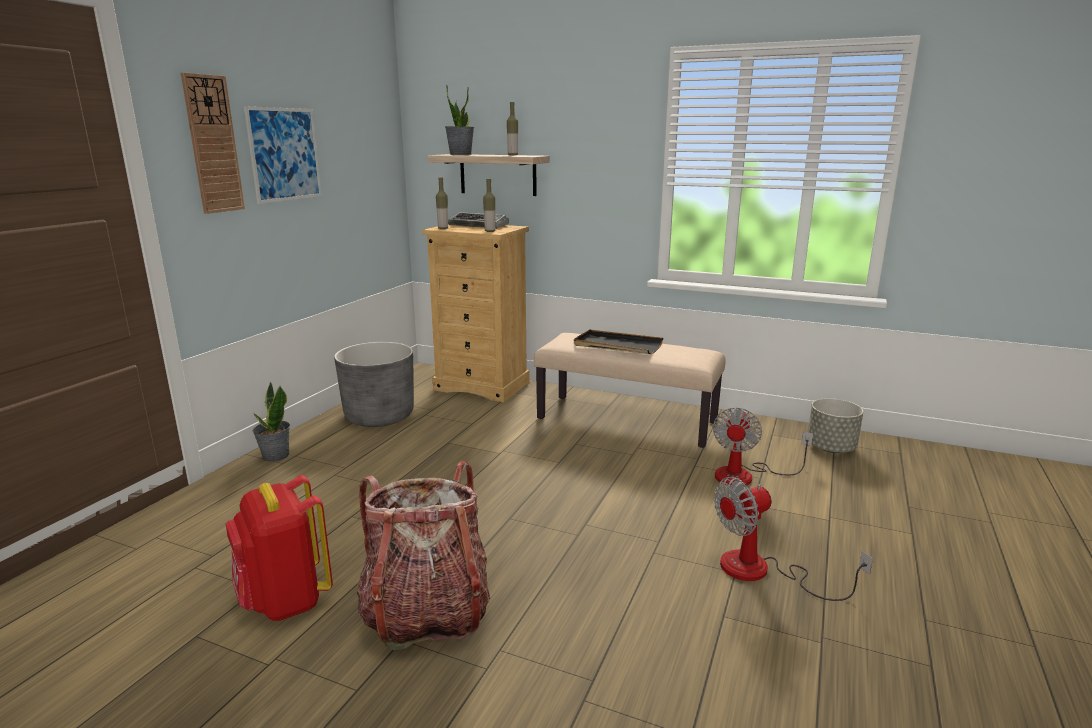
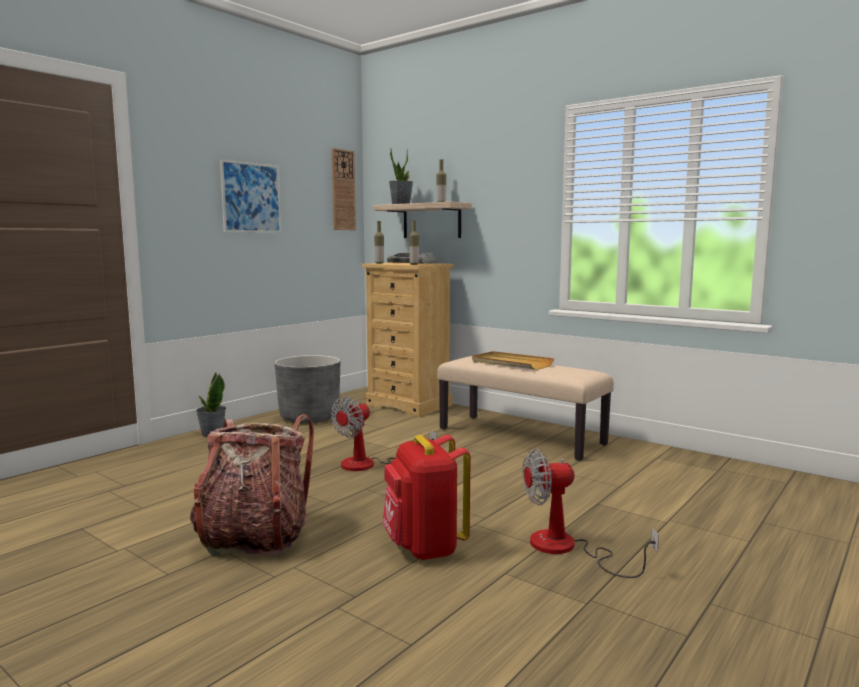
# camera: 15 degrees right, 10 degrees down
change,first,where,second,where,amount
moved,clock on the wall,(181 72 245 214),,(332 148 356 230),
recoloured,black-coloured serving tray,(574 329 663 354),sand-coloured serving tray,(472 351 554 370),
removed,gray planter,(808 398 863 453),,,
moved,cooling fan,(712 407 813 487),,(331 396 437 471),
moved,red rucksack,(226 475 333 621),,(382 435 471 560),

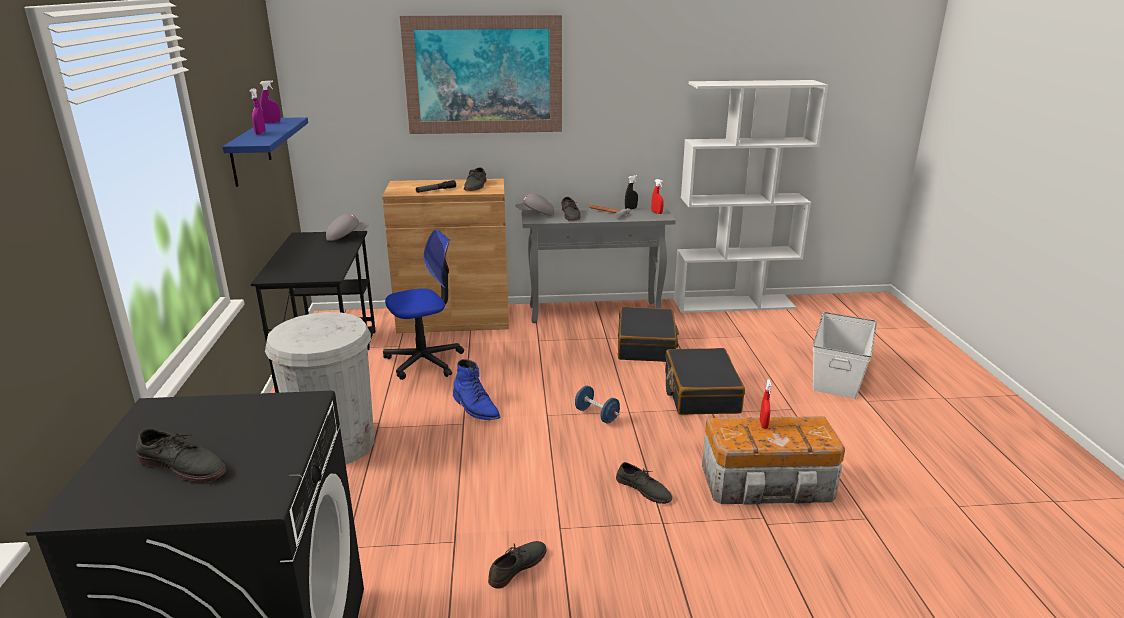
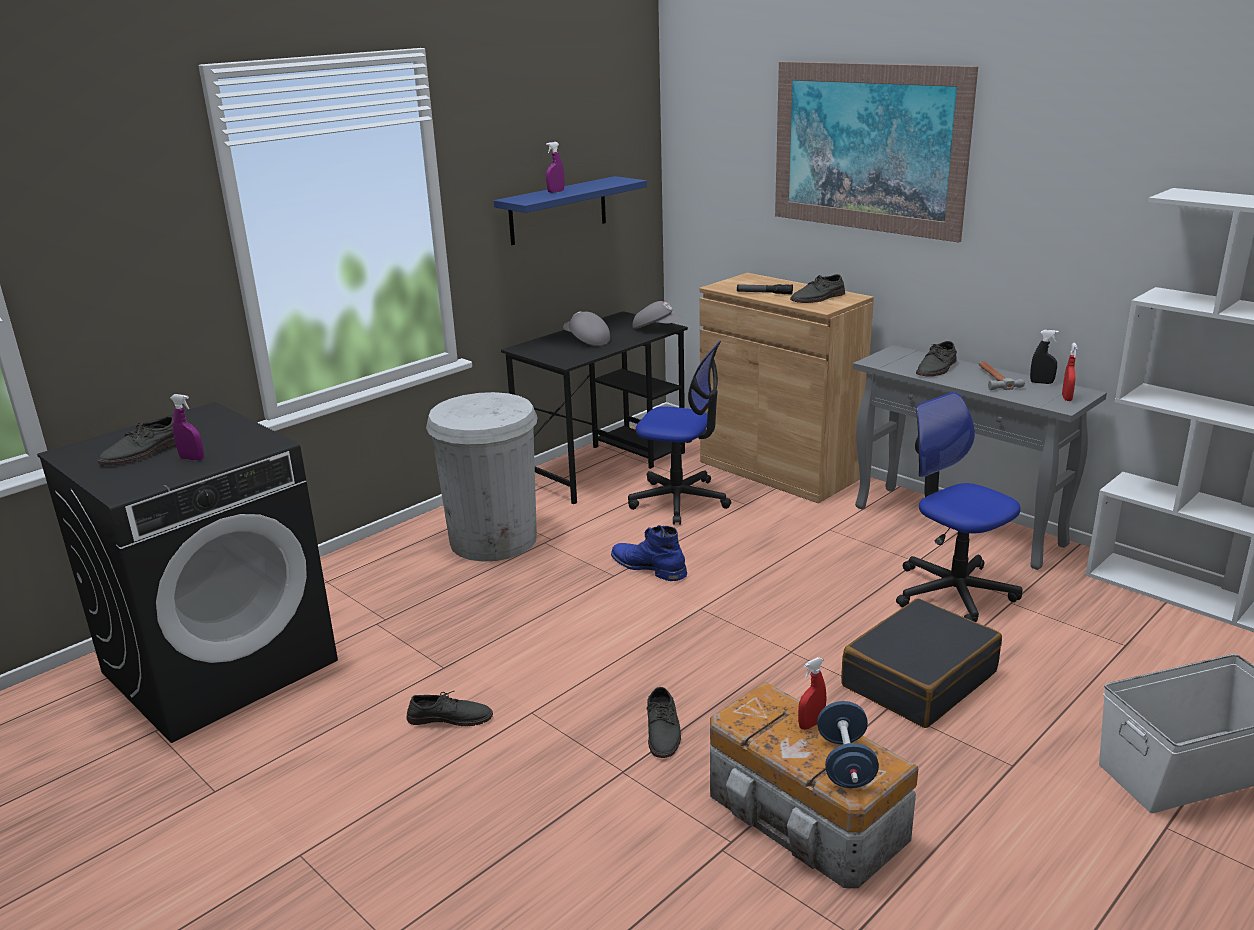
# camera: 50 degrees right, 0 degrees up
change,first,where,second,where,amount
moved,purple-coloured spray bottle,(260 80 281 124),,(170 394 204 461),
moved,gray baseball cap,(515 194 554 216),,(563 311 610 346),
replaced,black-coloured travel case,(618 307 679 362),computer chair,(896 392 1023 622),
turned,blue boot,(453 359 500 420),,(611 525 687 581),120 degrees clockwise
moved,blue hand weight,(575 386 620 424),,(817 701 879 788),
turned,gray item of footwear,(136 429 226 483),,(98 416 176 465),60 degrees clockwise

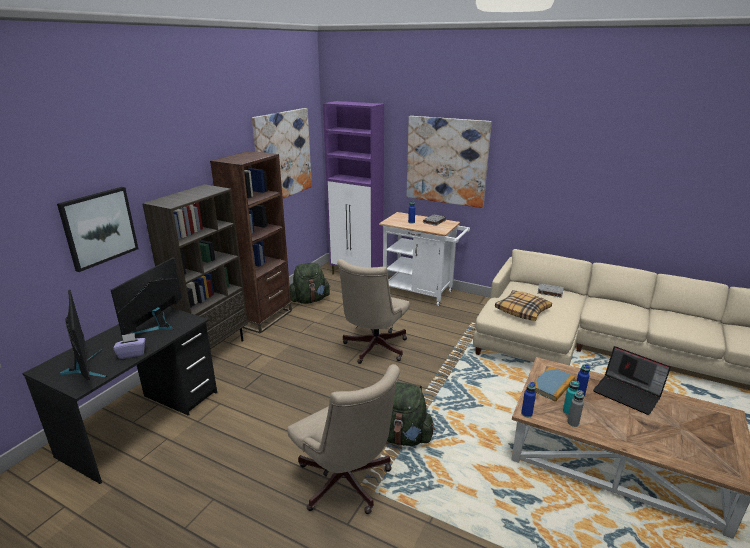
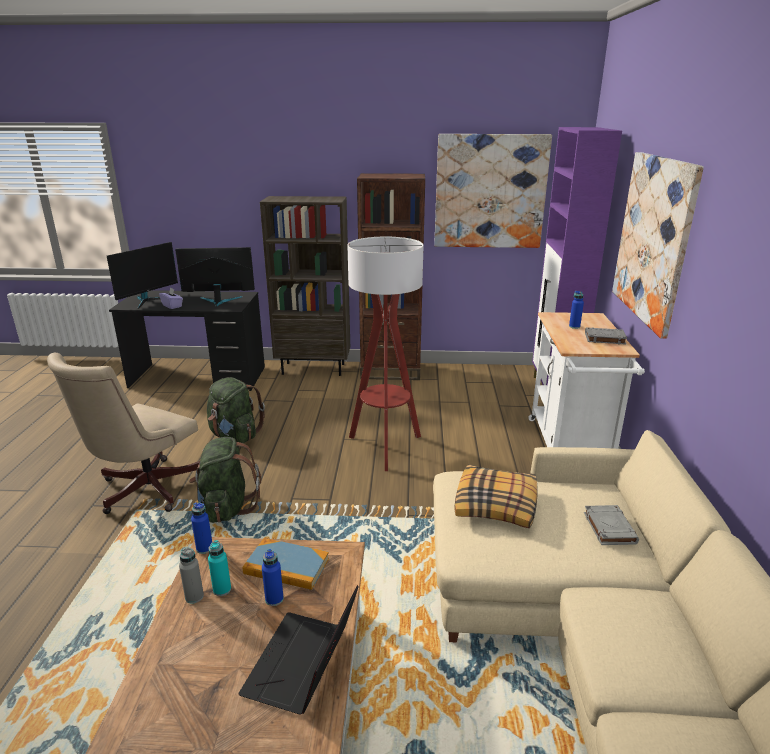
# camera: 65 degrees right, 0 degrees up
change,first,where,second,where,amount
removed,wall picture,(57 187 138 272),,,
replaced,sand-coloured computer chair,(337 259 410 364),floor lamp,(347 237 424 471),
moved,green rucksack,(290 263 330 304),,(207 377 265 443),

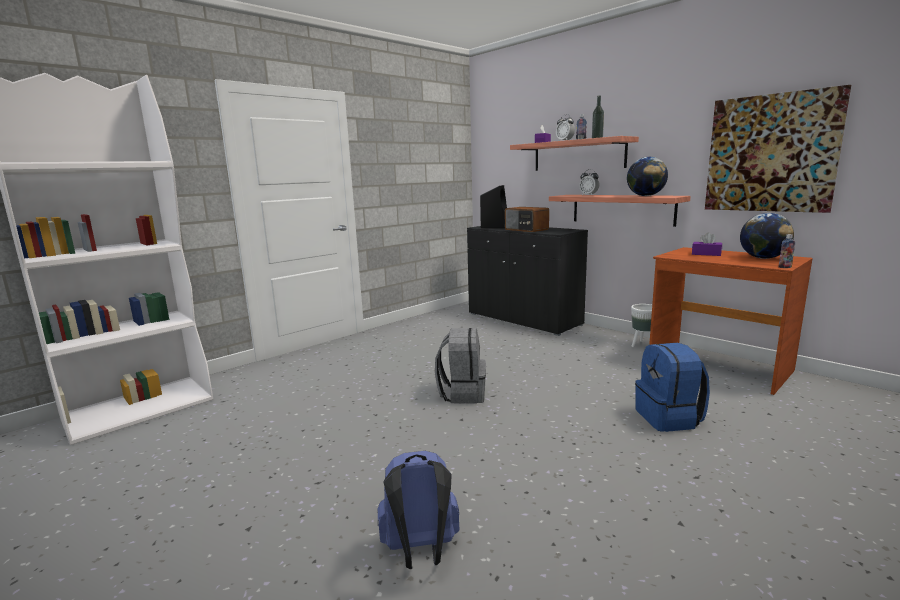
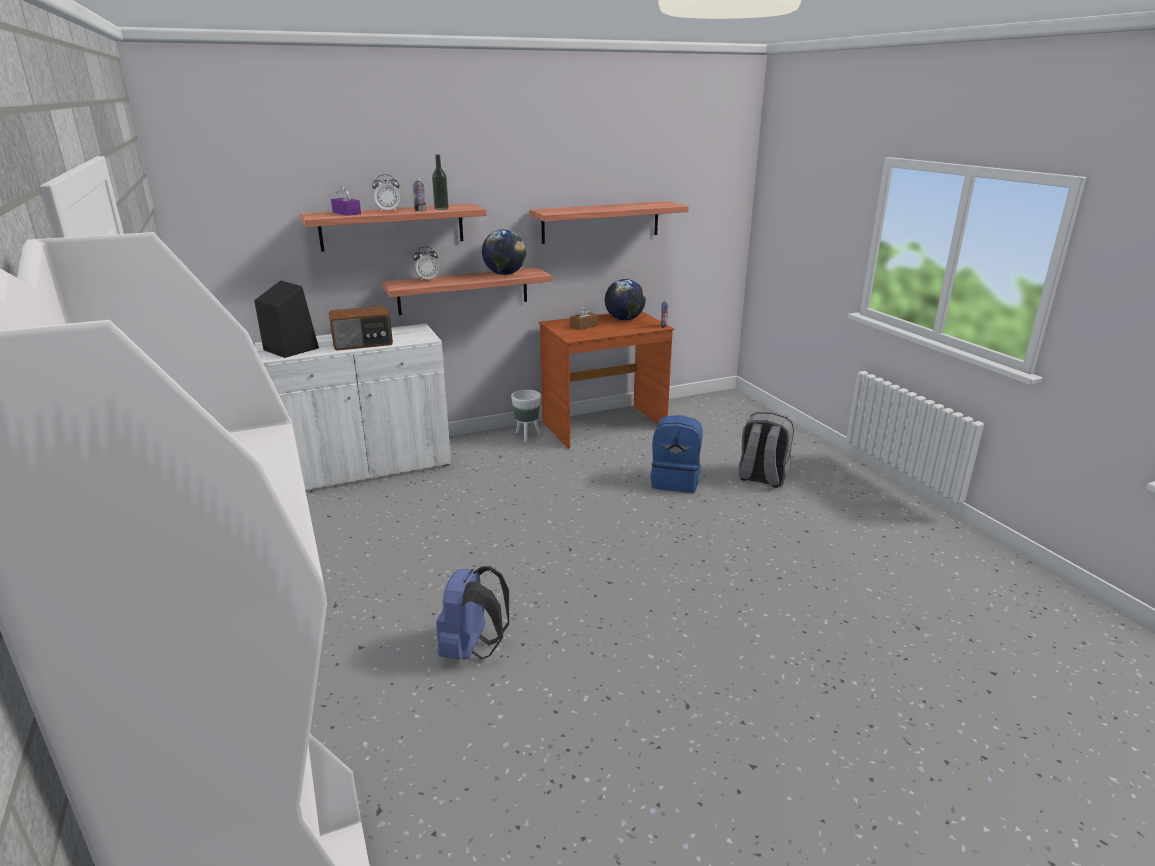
# camera: 70 degrees left, 10 degrees up
change,first,where,second,where,amount
replaced,wall picture,(705 85 851 213),bracket shelf,(529 201 689 244),
recoloured,black-coloured cabinet,(467 226 588 336),white cabinet,(255 323 451 490),
recoloured,purple-coloured tissue holder,(692 232 722 256),brown tissue holder,(570 305 598 330),
moved,gray rucksack,(435 328 486 403),,(738 411 794 488),
moved,blue rucksack,(378 451 459 569),,(436 566 509 660),

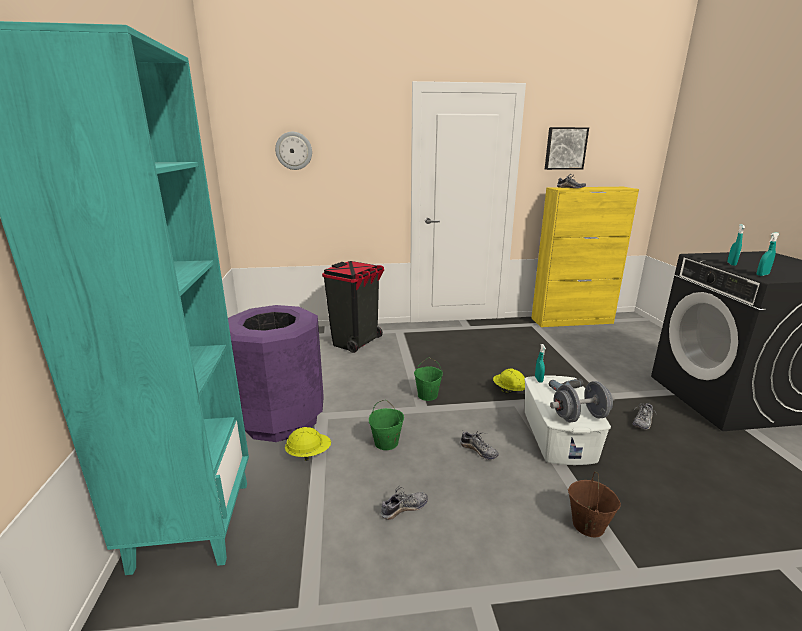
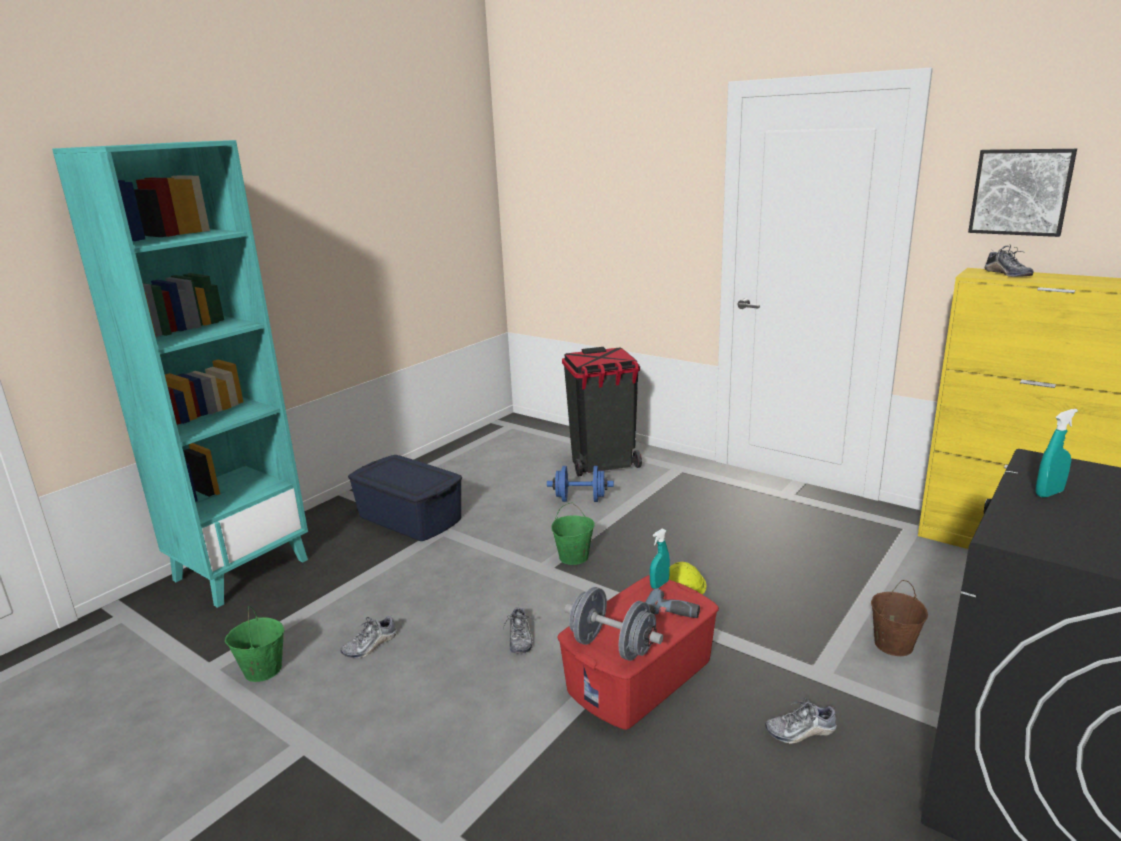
# camera: 45 degrees right, 0 degrees up
change,first,where,second,where,amount
removed,clock on the wall,(275 132 312 170),,,
removed,turquoise spray bottle,(757 232 779 276),,,
replaced,purple-coloured waste bin,(228 305 324 442),blue storage container,(348 455 462 541),
recoloured,white storage container,(524 375 611 465),red storage container,(557 575 719 730),
moved,green pail,(369 400 404 450),,(225 606 284 682),
removed,yellowish hard hat,(285 427 331 461),,,
moved,brown pail,(568 472 621 537),,(871 580 928 656),
turned,item of footwear,(381 485 428 520),,(340 615 397 658),120 degrees clockwise
added,,,blue hand weight,(547 466 614 502),

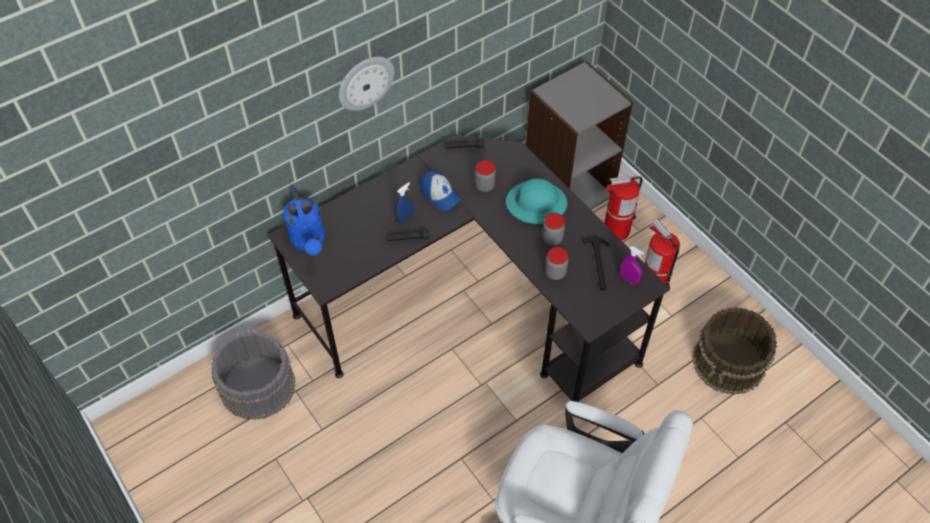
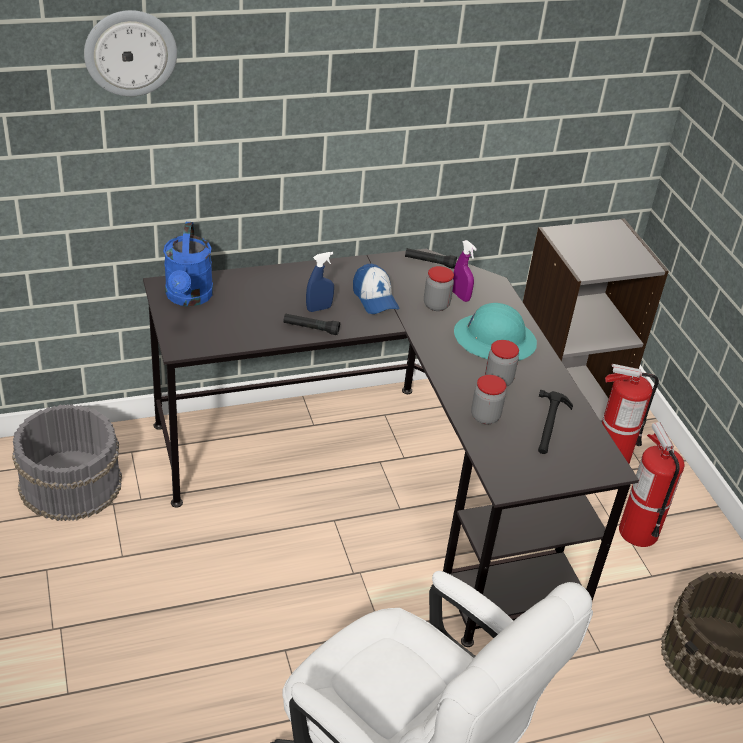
# camera: 15 degrees right, 15 degrees down
change,first,where,second,where,amount
moved,clock on the wall,(339 56 395 111),,(84 10 177 97),
moved,purple-coloured spray bottle,(620 246 645 285),,(452 240 477 302),

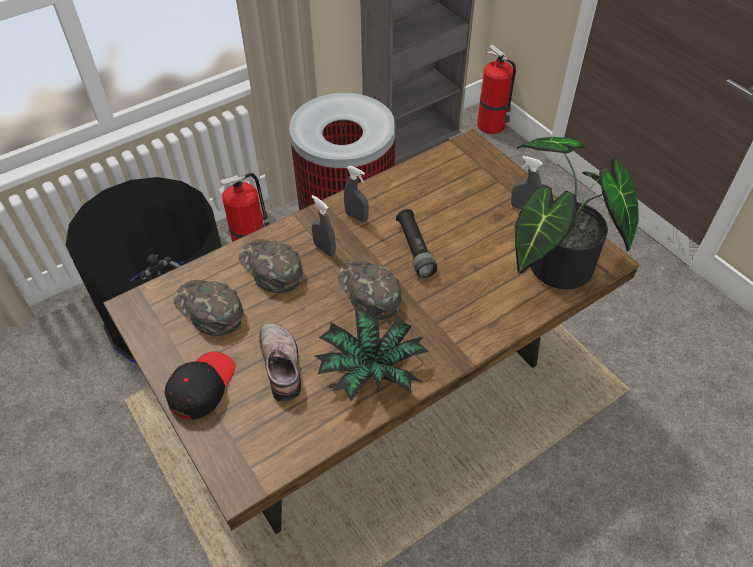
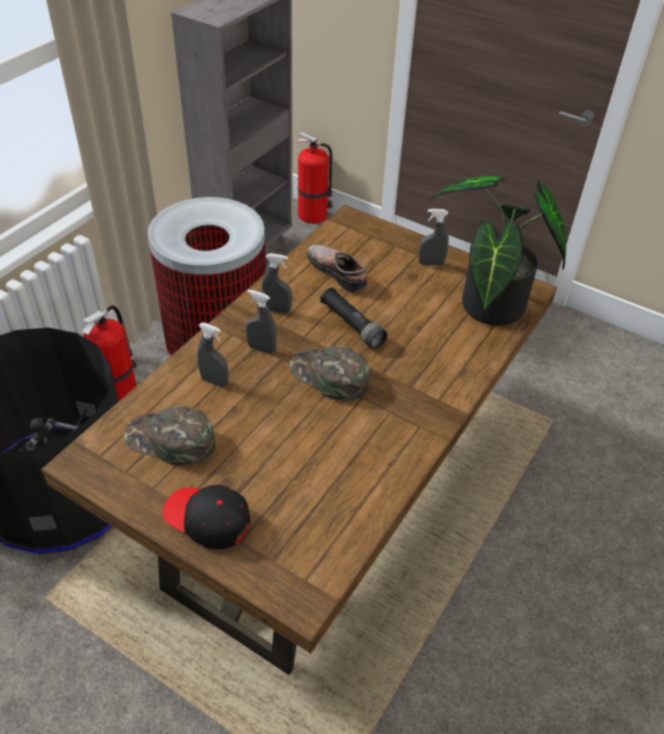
# camera: 25 degrees left, 5 degrees down
change,first,where,second,where,amount
replaced,green baseball cap,(239 239 303 293),gray spray bottle,(197 323 229 387),
removed,plant in a pot,(315 306 429 401),,,
moved,item of footwear,(259 323 301 402),,(307 244 367 292),
turned,black-coloured baseball cap,(165 352 235 420),,(162 485 251 550),60 degrees counterclockwise

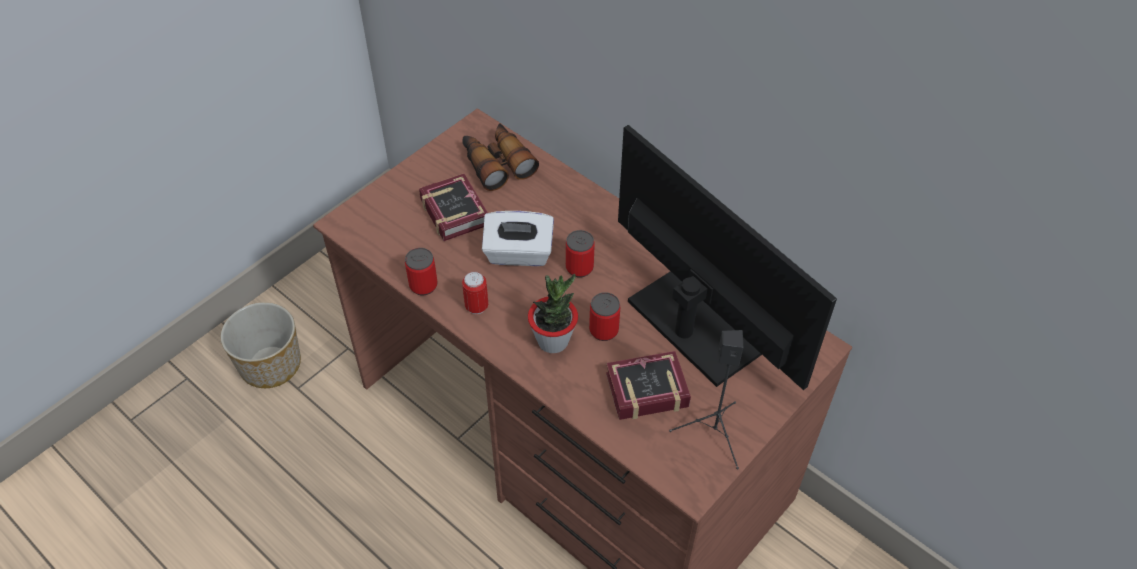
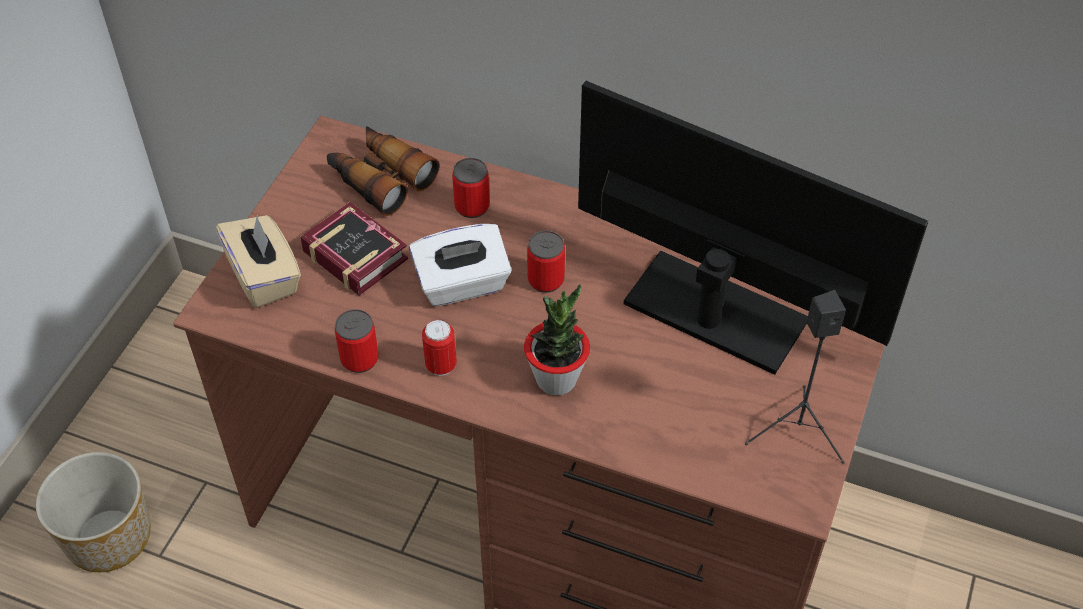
# camera: 20 degrees left, 0 degrees up
change,first,where,second,where,amount
moved,can,(589 292 620 341),,(452 158 490 218),
removed,volume,(606 351 691 420),,,
added,,,sand-coloured tissue holder,(216 215 301 308),

